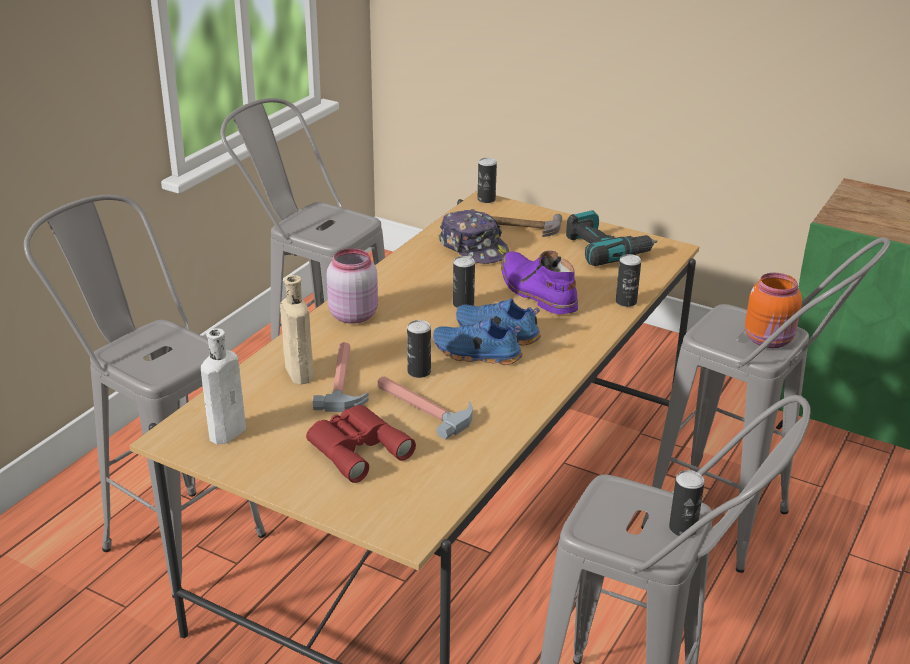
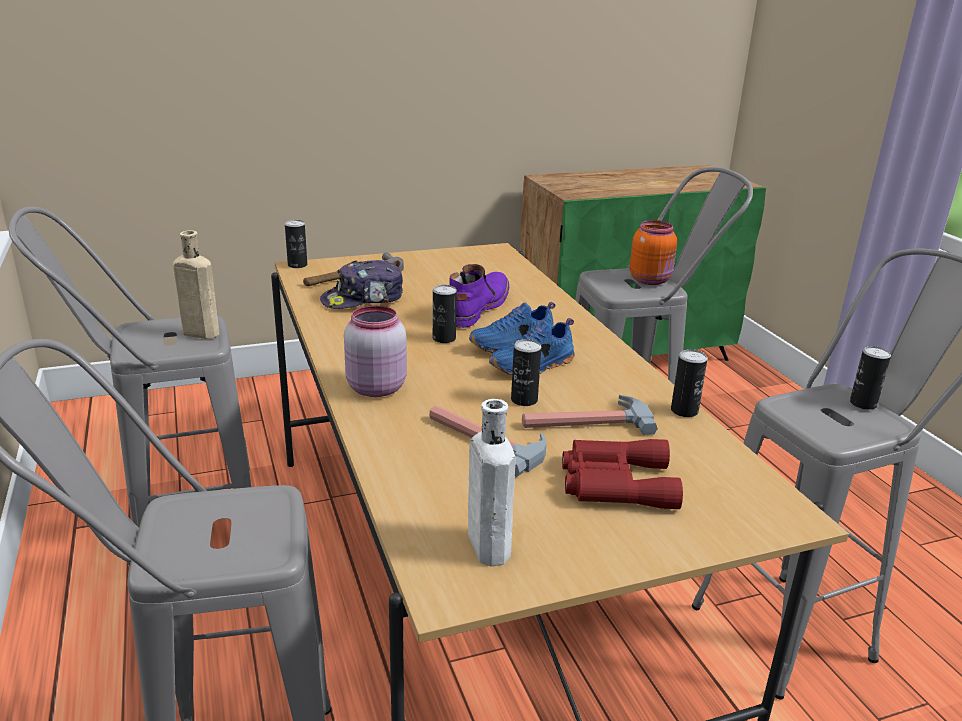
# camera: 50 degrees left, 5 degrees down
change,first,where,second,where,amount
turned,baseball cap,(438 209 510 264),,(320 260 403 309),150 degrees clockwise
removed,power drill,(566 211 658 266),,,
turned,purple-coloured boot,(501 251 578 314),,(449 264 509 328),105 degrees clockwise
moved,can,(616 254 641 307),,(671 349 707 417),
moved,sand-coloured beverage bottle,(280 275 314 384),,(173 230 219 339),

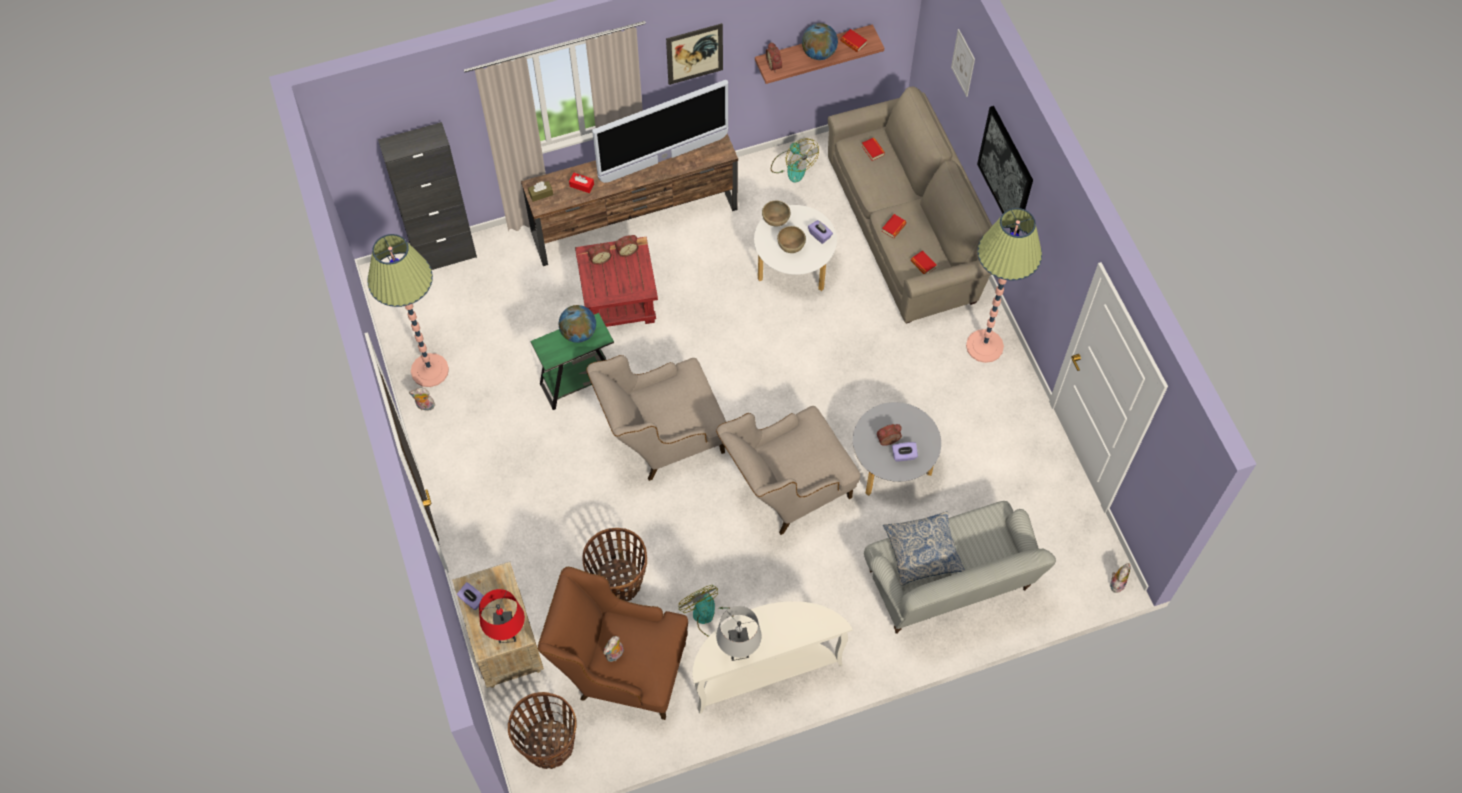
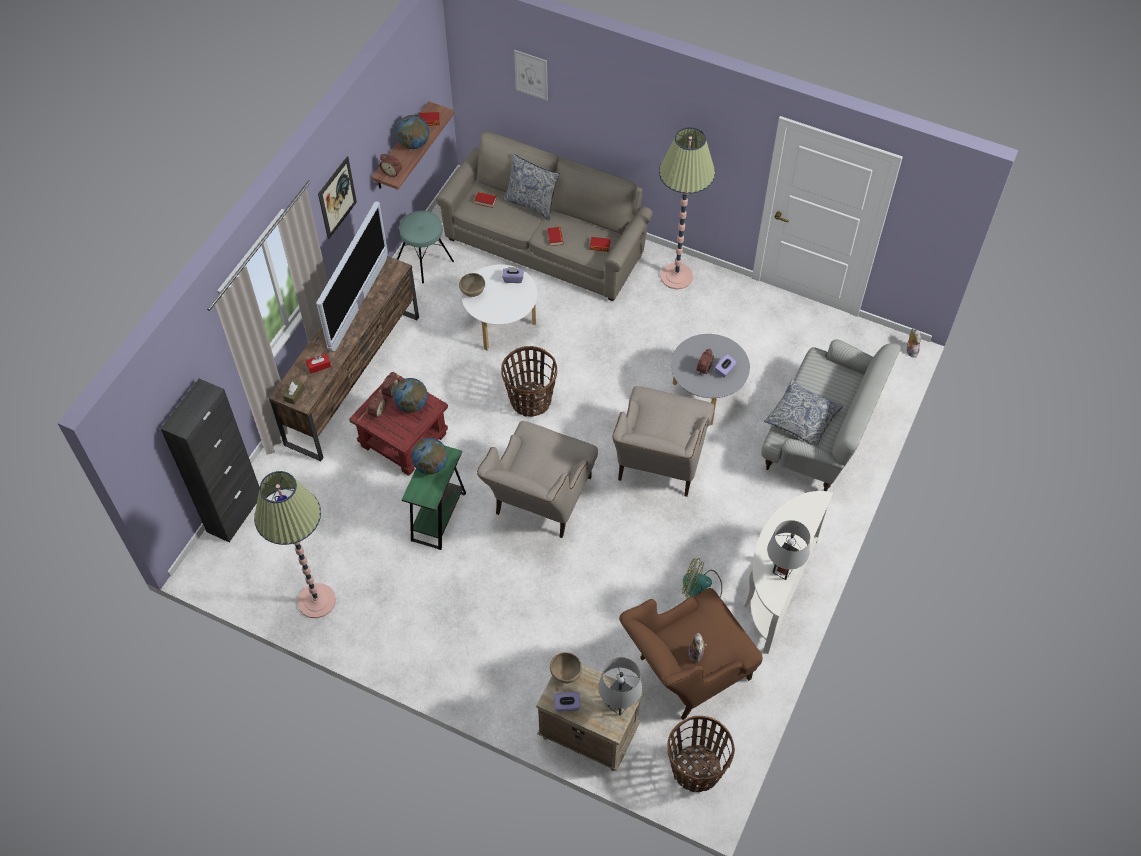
# camera: 45 degrees left, 5 degrees down
change,first,where,second,where,amount
removed,wall picture,(977 106 1033 234),,,
replaced,cooling fan,(771 139 819 183),turquoise stool,(397 211 454 283),
moved,brown deep dish,(777 226 806 253),,(550 652 582 683),
removed,soft toy,(409 388 435 411),,,
moved,basket,(582 528 647 601),,(501 346 557 417),
recoloured,red table lamp,(479 589 525 643),gray table lamp,(598 657 642 715),
added,,,throw pillow,(504 153 560 221),
added,,,globe,(393 378 428 413),

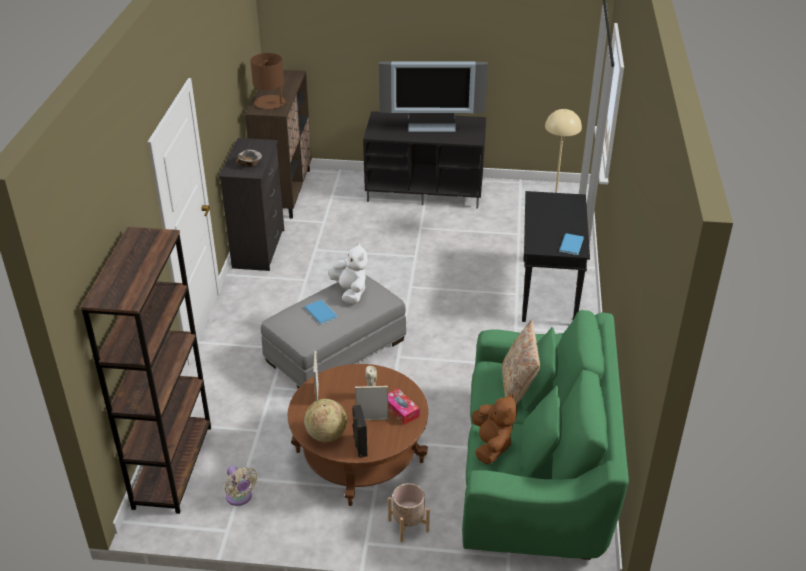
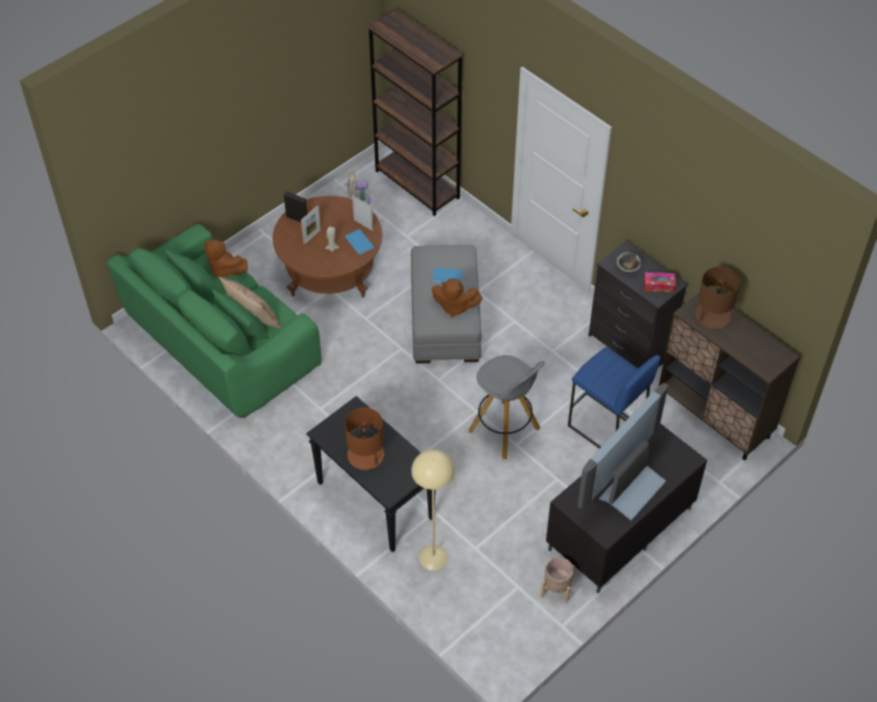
# camera: 130 degrees right, 15 degrees up
change,first,where,second,where,amount
moved,blue volume,(559 233 584 255),,(346 229 374 255),
recoloured,white soft toy,(328 243 368 304),brown soft toy,(432 278 482 318),
moved,tissue holder,(388 388 419 425),,(644 272 676 292),
removed,globe,(304 399 347 442),,,
moved,sand-coloured planter,(388 483 430 542),,(541 557 575 603),
added,,,blue stool,(568 347 661 449),
added,,,gray stool,(469 355 545 460),
added,,,brown table lamp,(345 408 384 470),

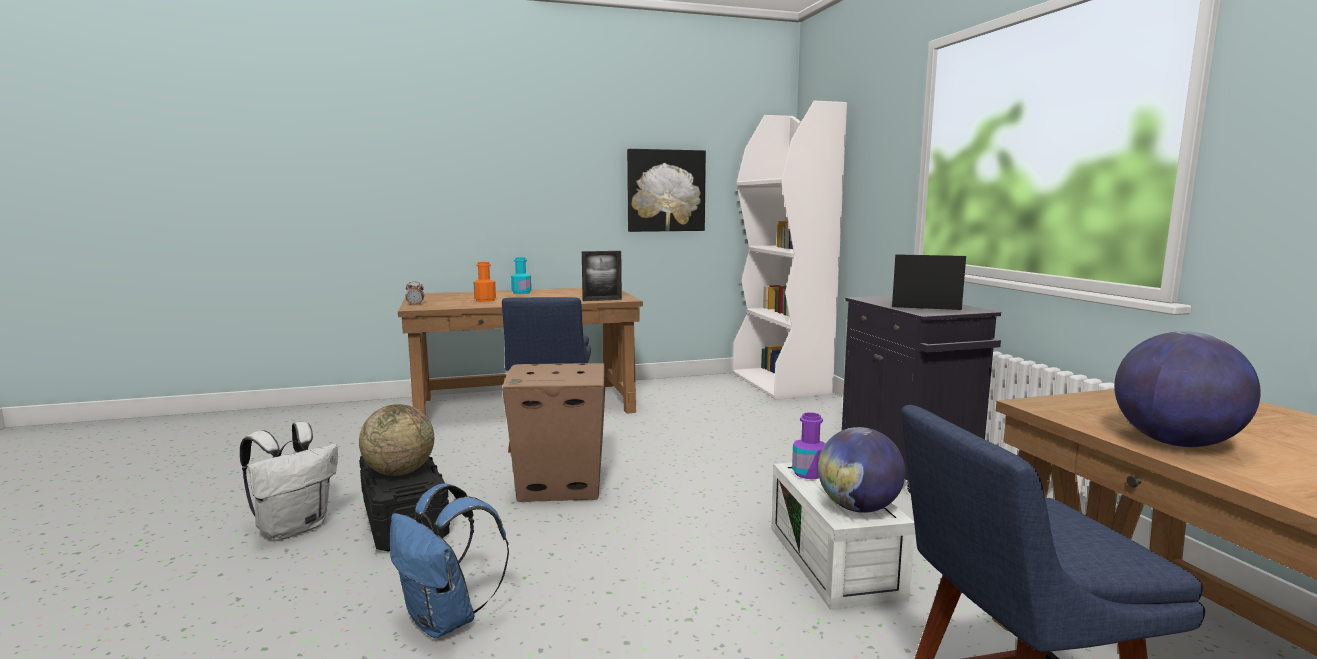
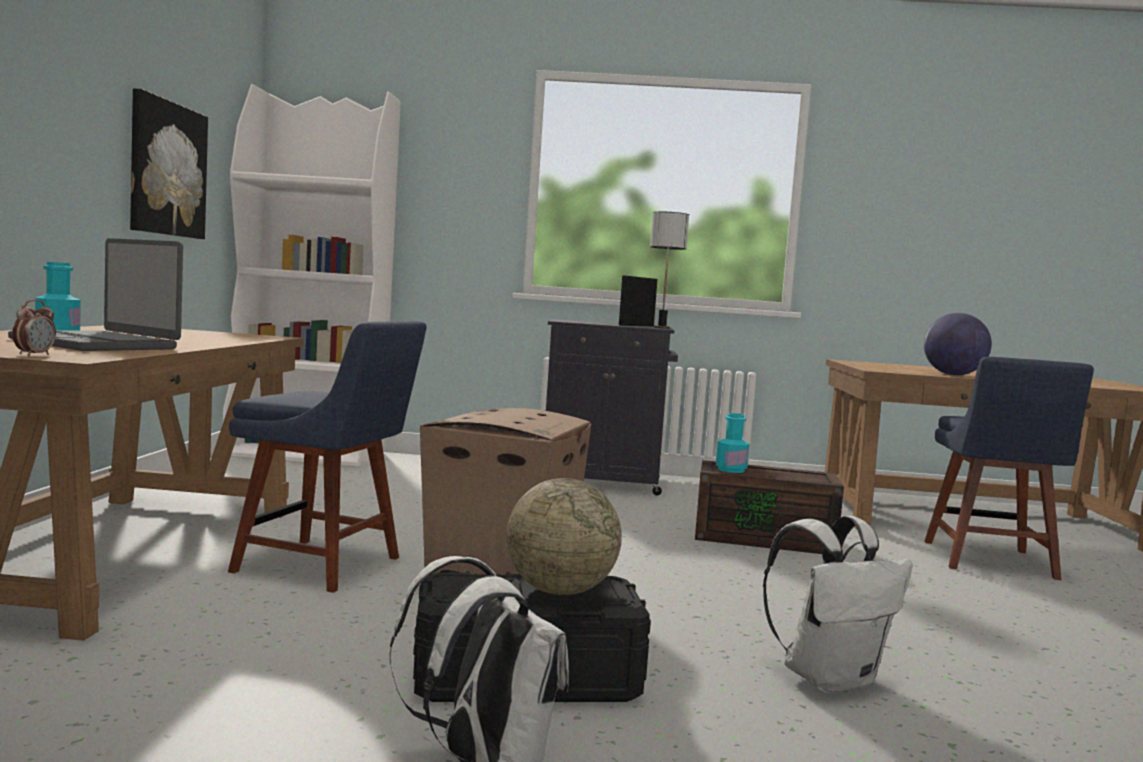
# camera: 70 degrees left, 5 degrees down
change,first,where,second,where,amount
removed,standing frame,(582 251 622 301),,,
replaced,orangey beverage bottle,(474 262 496 302),laptop,(8 238 183 351),
recoloured,purple-coloured beverage bottle,(792 412 825 479),turquoise beverage bottle,(716 413 750 473),
removed,globe,(818 427 905 513),,,
recoloured,white storage container,(772 463 915 610),brown storage container,(695 460 844 554),
recoloured,blue rucksack,(390 483 509 639),white rucksack,(763 516 913 694),
added,,,table lamp,(650 212 689 329),

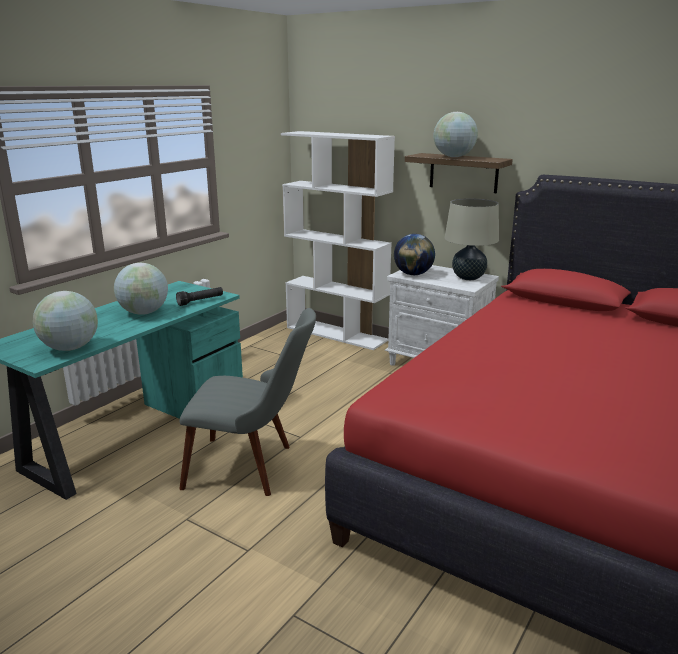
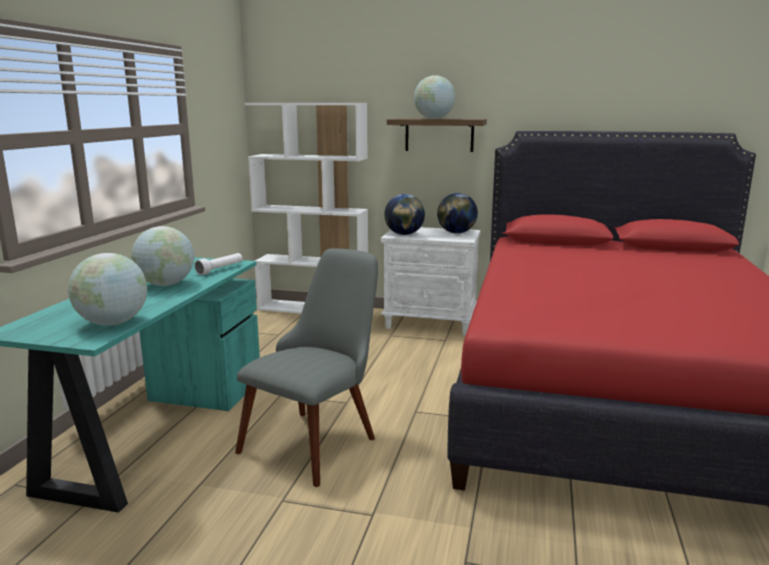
# camera: 20 degrees left, 5 degrees down
change,first,where,second,where,amount
replaced,sand-coloured table lamp,(445 198 499 280),globe,(437 193 478 234),
recoloured,black-coloured torch,(176 287 223 306),white torch,(194 253 242 275),
turned,gray chair,(179 308 316 496),,(235 248 378 487),45 degrees counterclockwise

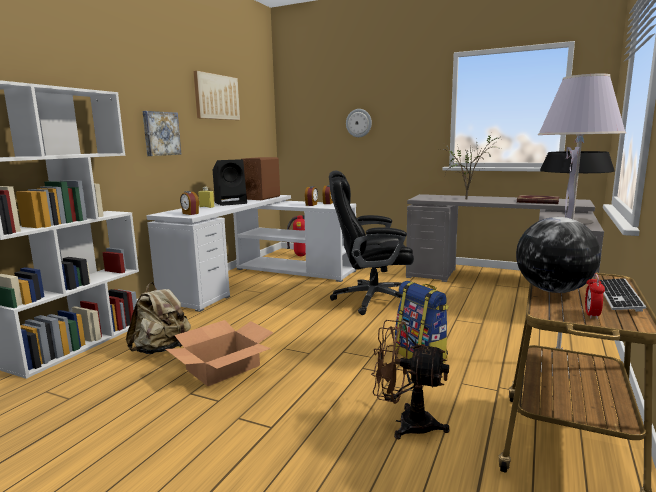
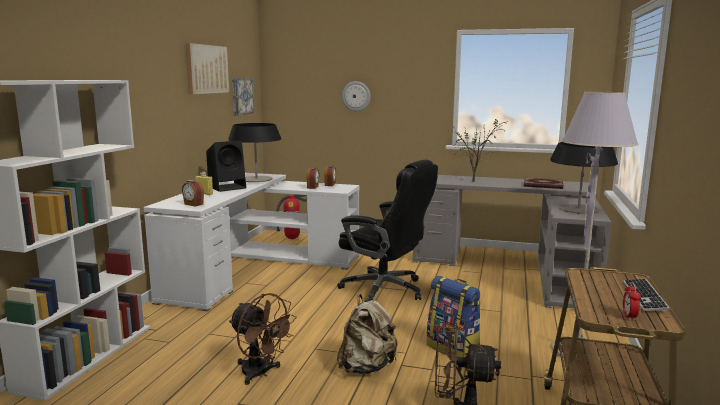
# camera: 10 degrees left, 0 degrees up
change,first,where,second,where,amount
moved,wall picture,(143 111 181 156),,(232 78 254 115),
replaced,brown audio speaker,(243 157 280 200),table lamp,(228 123 281 182),
turned,black-coloured computer chair,(329 171 414 315),,(337 160 438 302),135 degrees counterclockwise
removed,globe,(516 217 601 293),,,
moved,sand-coloured rucksack,(126 282 191 354),,(337 294 398 374),
replaced,carton,(165 320 273 386),brown cooling fan,(229 293 297 385),

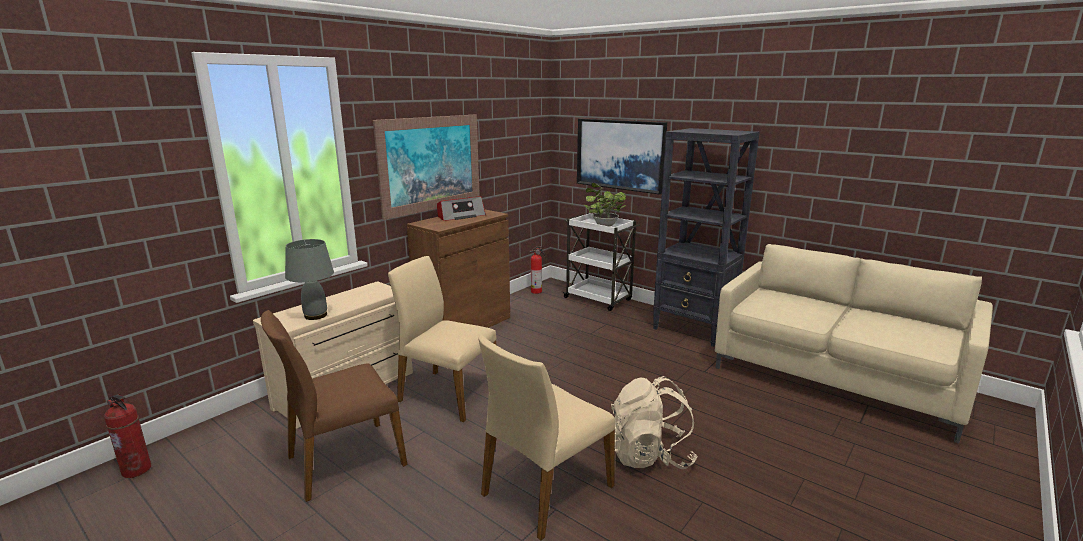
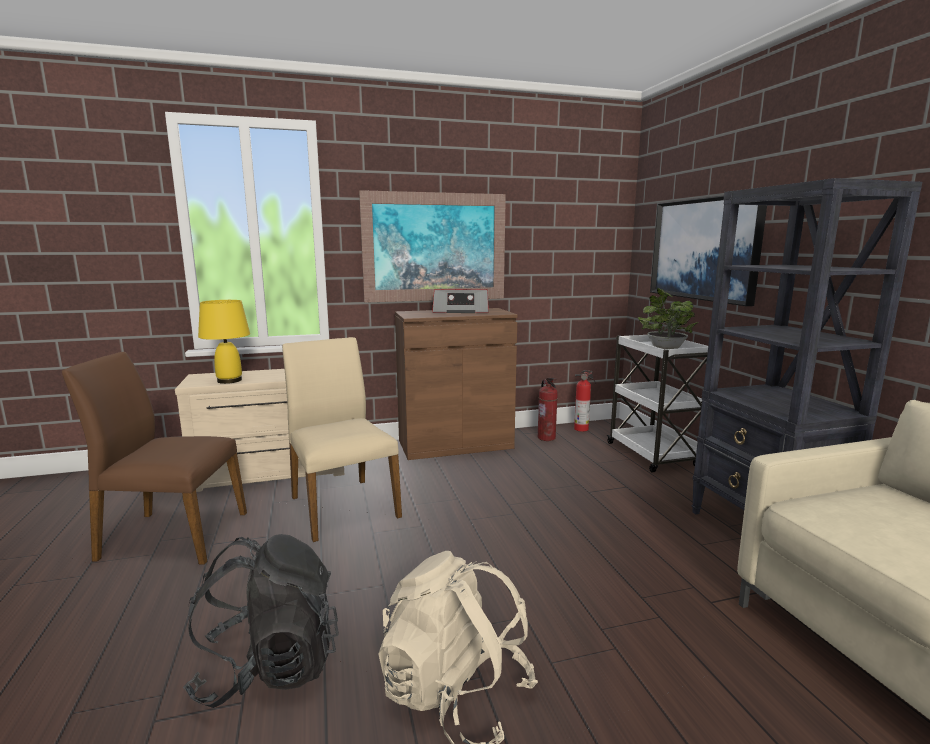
# camera: 35 degrees right, 5 degrees down
change,first,where,second,where,amount
recoloured,gray table lamp,(285 239 334 320),yellowish table lamp,(198 300 250 384),
replaced,sand-coloured chair,(478 335 615 540),black-coloured rucksack,(183 534 339 708),
moved,fire-fighting cylinder,(104 394 151 478),,(538 378 558 441),

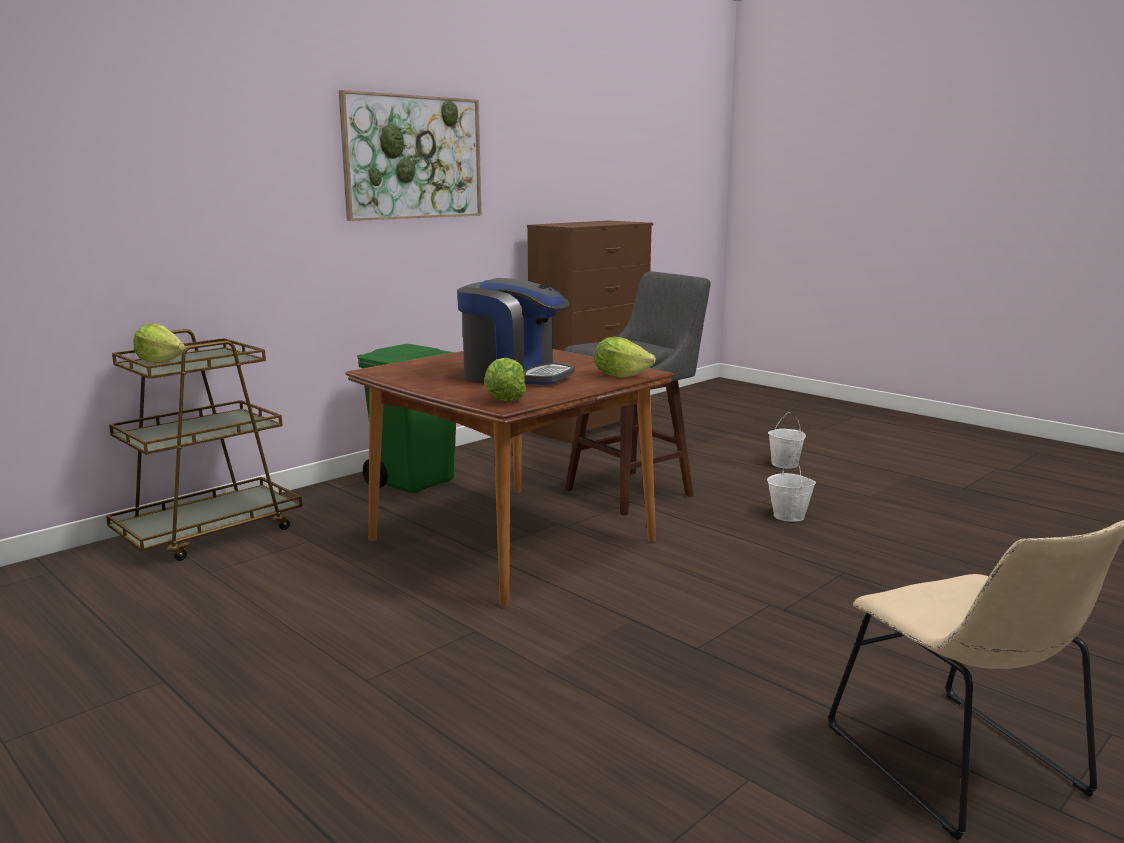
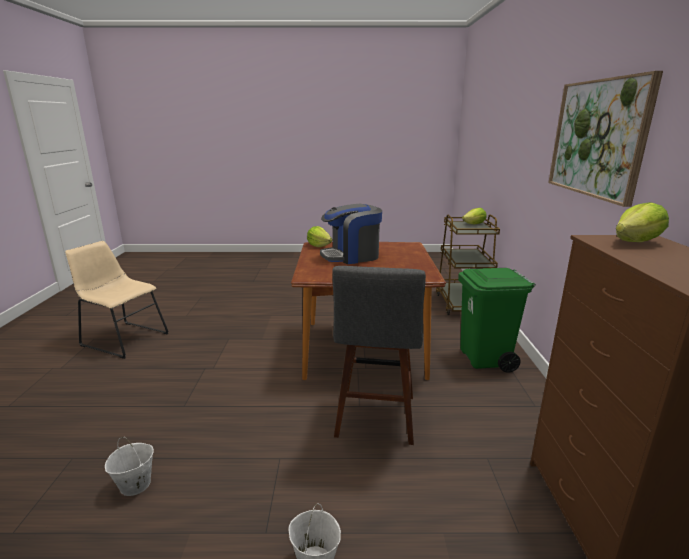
# camera: 135 degrees right, 5 degrees up
change,first,where,second,where,amount
moved,lettuce head,(594 337 656 378),,(616 202 669 242),
moved,white pail,(767 455 816 522),,(105 437 154 496),

